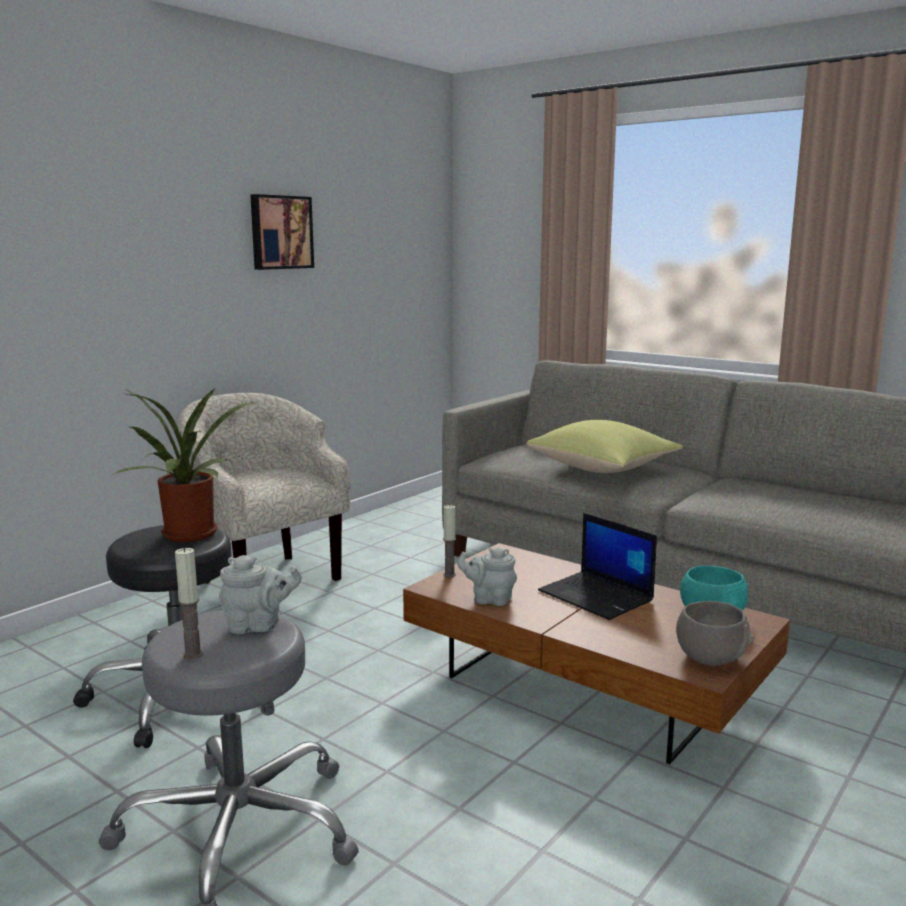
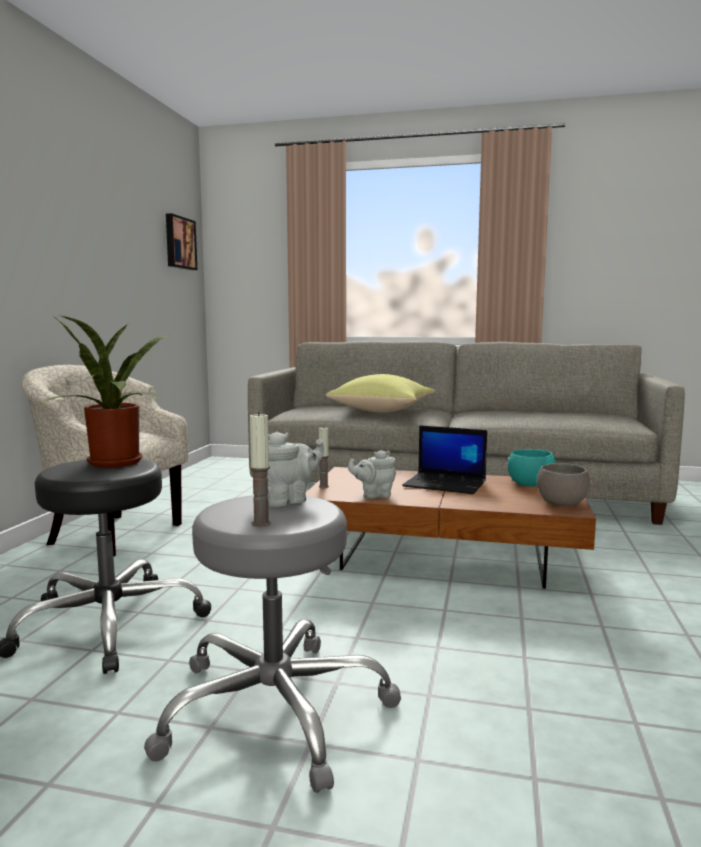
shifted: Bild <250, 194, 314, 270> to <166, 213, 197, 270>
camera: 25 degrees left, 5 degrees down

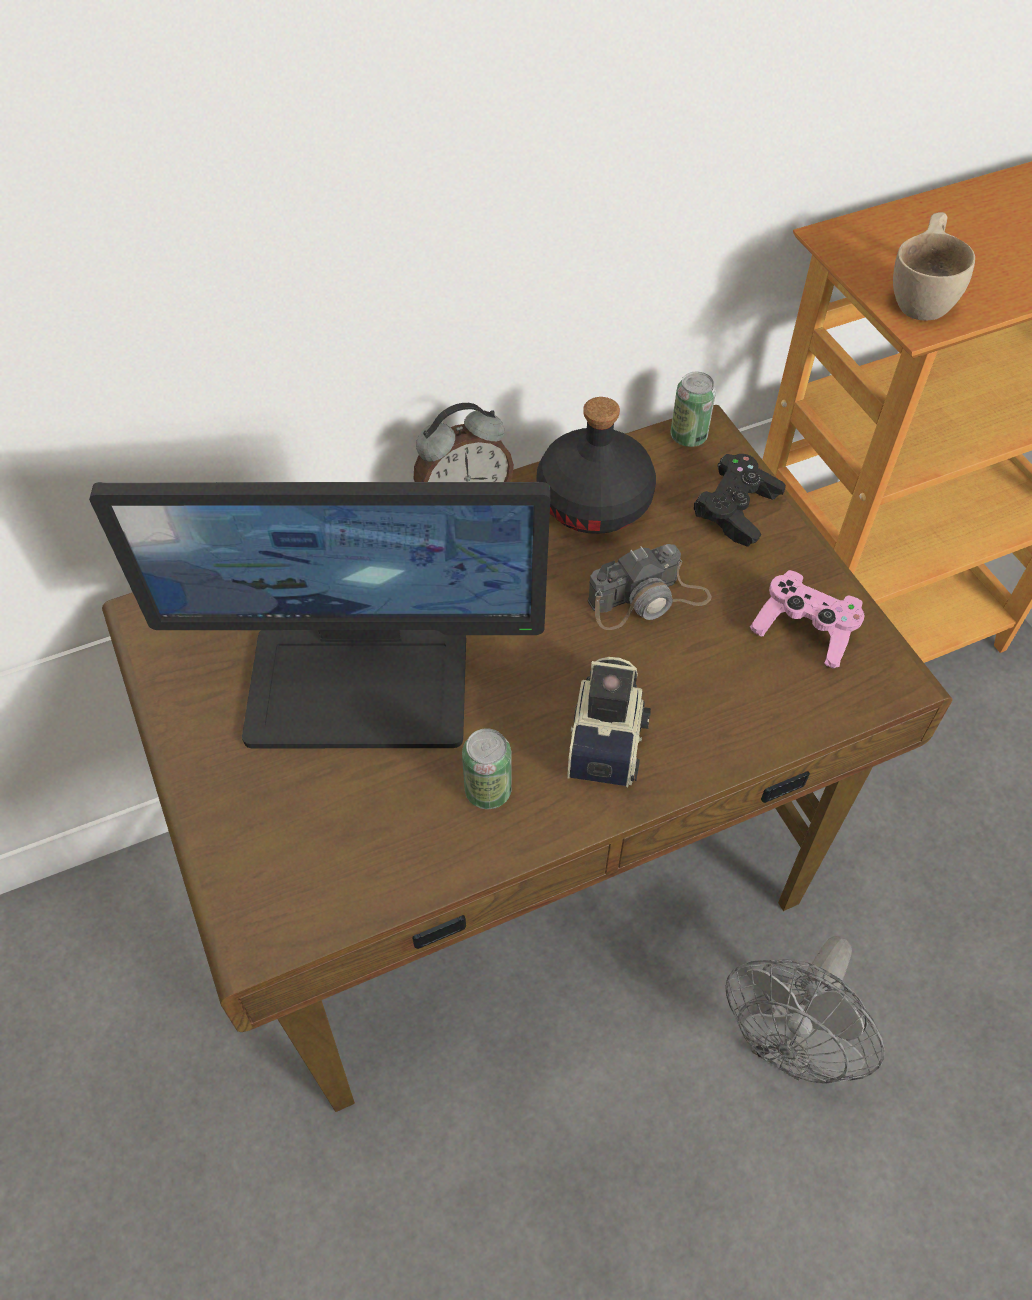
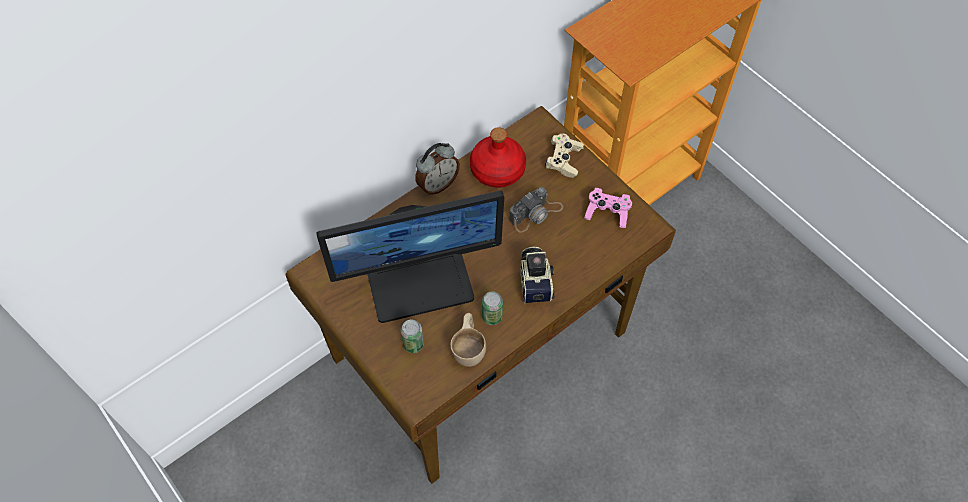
gone: Ventilator (grau) <725, 936, 885, 1084>
shifted: Dose <670, 372, 716, 447> to <401, 319, 424, 353>; Tasse (beige) <893, 212, 975, 321> to <450, 313, 486, 367>
repainted: Flasche (schwarz) <536, 397, 656, 534> to Flasche (rot) <470, 127, 526, 188>; Gamepad (schwarz) <694, 454, 786, 547> to Gamepad (beige) <545, 134, 584, 178>
camera: 15 degrees left, 5 degrees up

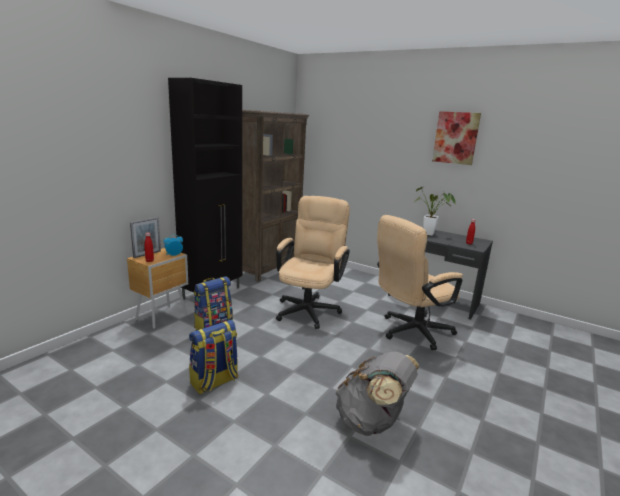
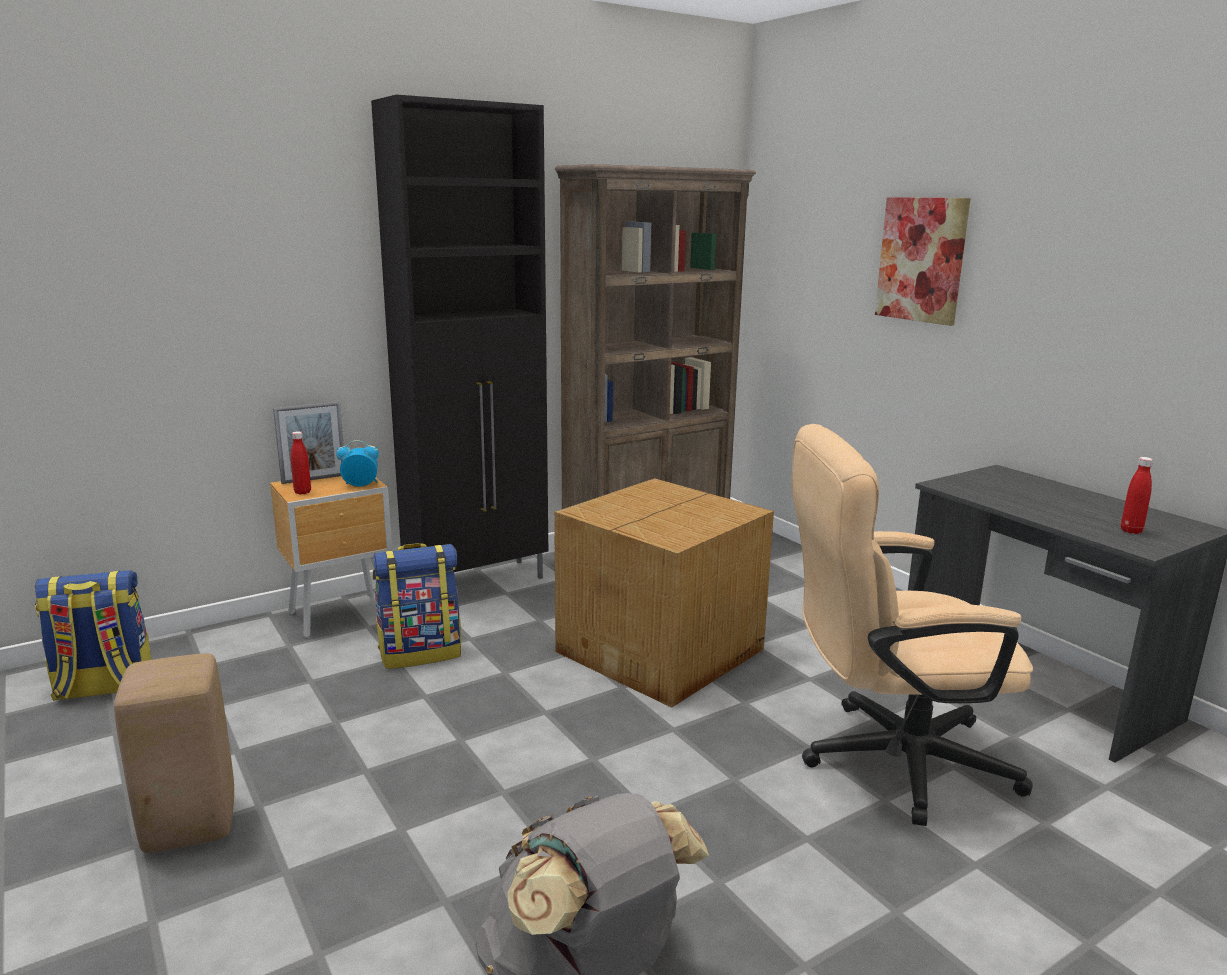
gone: Topfpflanze <415, 187, 456, 236>
new: Hocker (beige) <114, 653, 234, 853>
shifted: Rucksack <189, 320, 238, 394> to <35, 570, 151, 701>; Bild <432, 111, 481, 165> to <875, 197, 971, 326>
swapped: Bürostuhl (beige) <276, 196, 350, 329> to Karton <554, 478, 774, 708>
camera: 25 degrees right, 0 degrees up

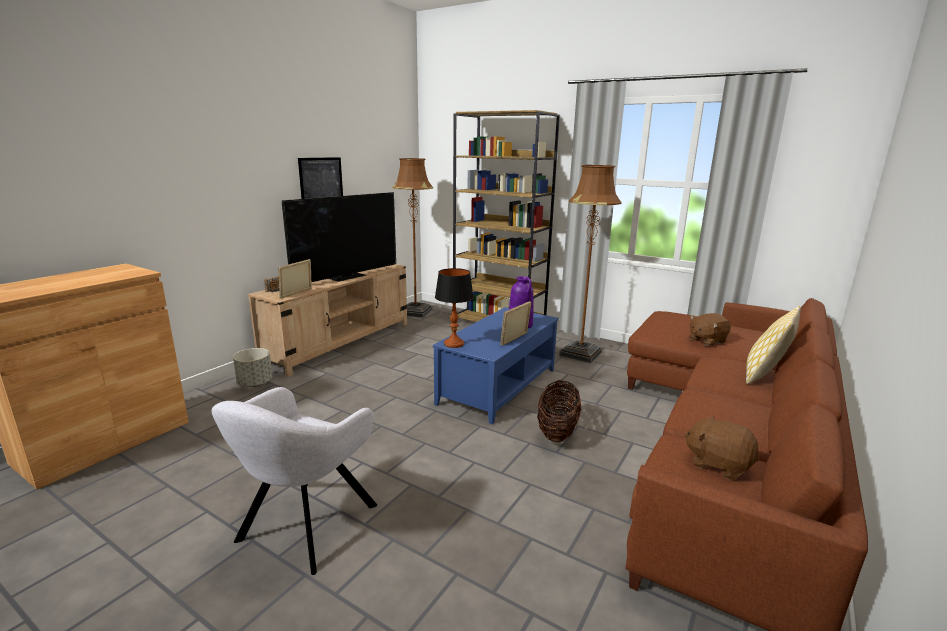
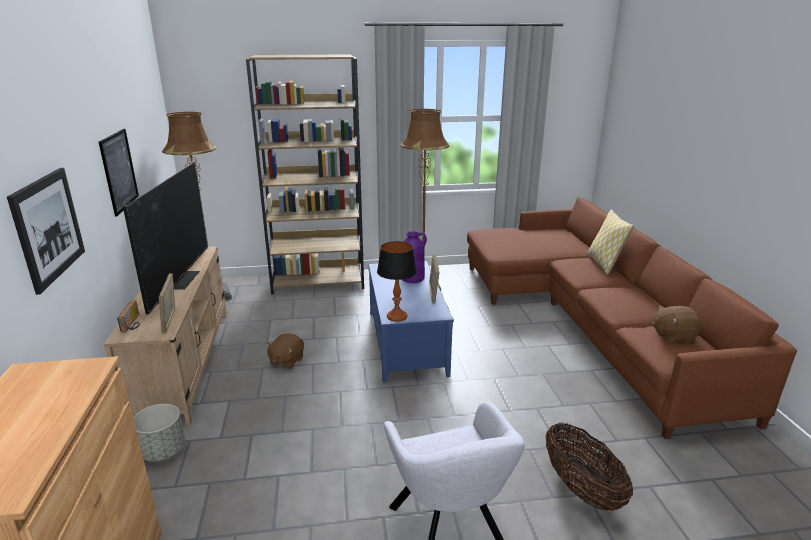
new: Bild <7, 168, 85, 295>
shifted: Korb <537, 380, 581, 442> to <546, 423, 633, 512>; Plüschtier (braun) <689, 313, 731, 346> to <265, 333, 304, 369>
camera: 40 degrees left, 5 degrees up

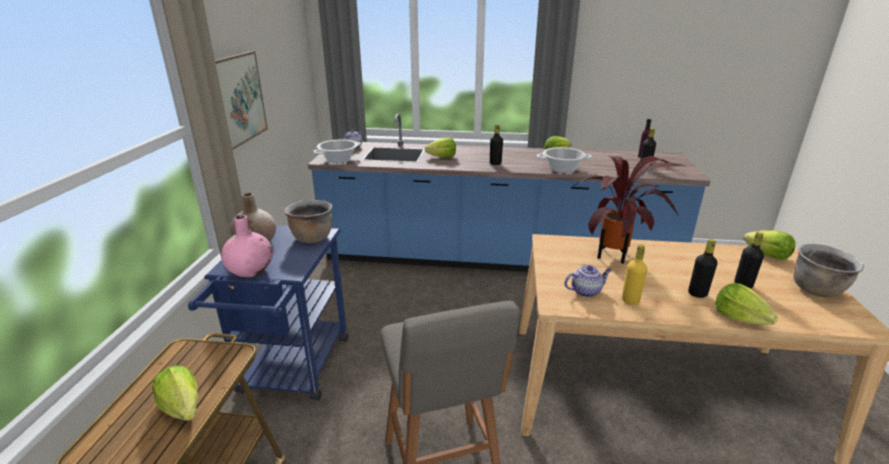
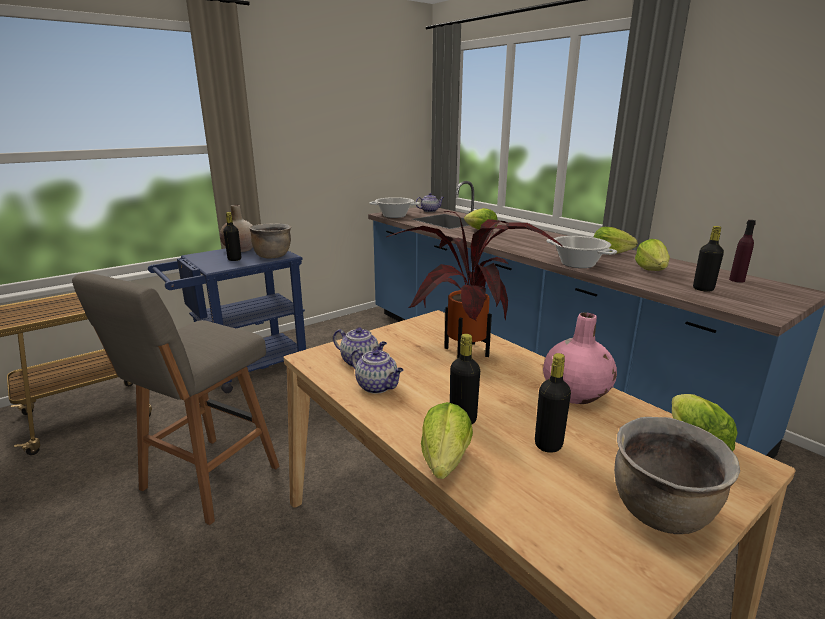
gone: Bild <215, 51, 268, 149>
shifted: Salatkopf <152, 366, 198, 421> to <635, 239, 670, 271>; Vase (rosa) <221, 215, 273, 277> to <543, 312, 617, 404>; Flasche (schwarz) <490, 125, 503, 165> to <223, 212, 241, 261>
swapped: Flasche (gelb) <622, 245, 647, 305> to Teekanne <351, 349, 403, 394>
camera: 45 degrees right, 5 degrees down

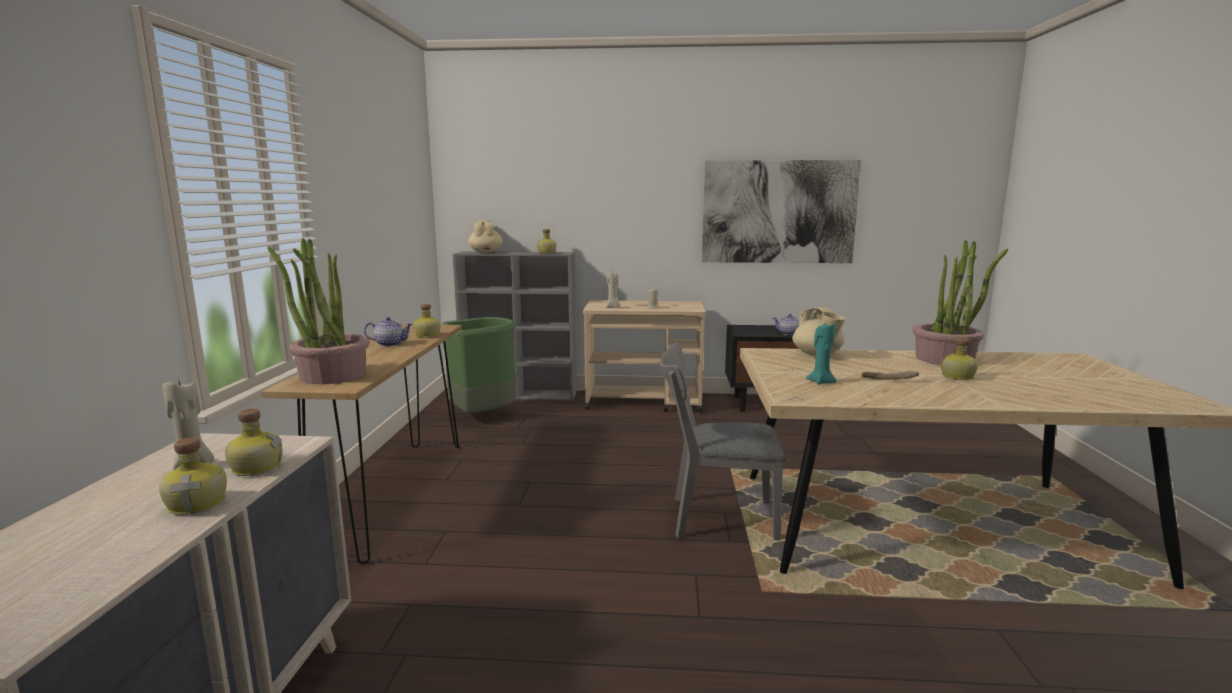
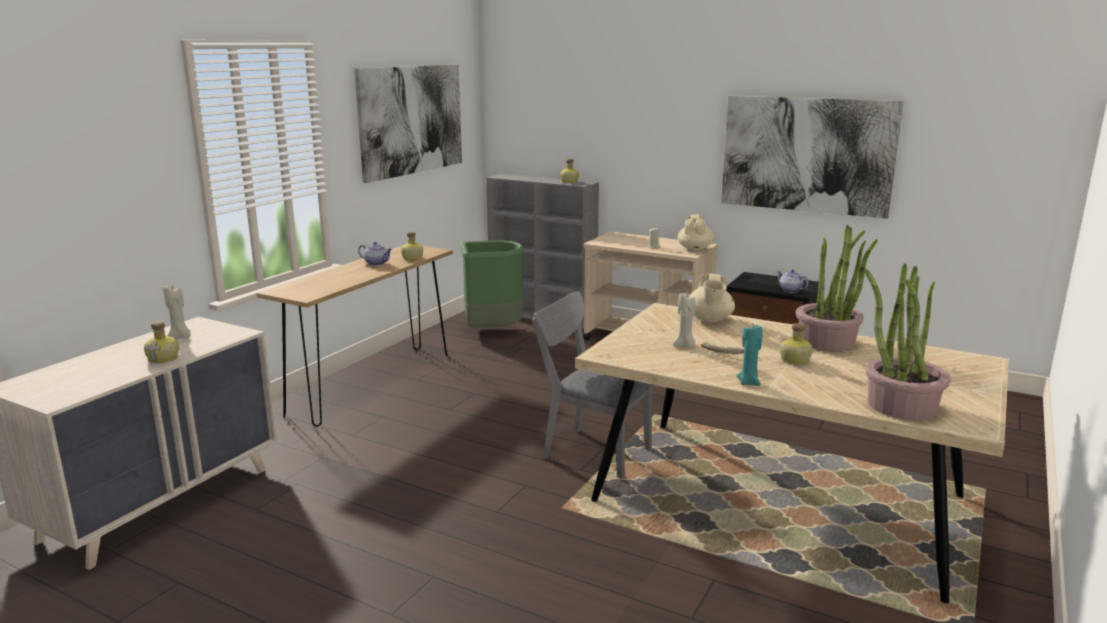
gone: Flasche <225, 409, 283, 476>
new: Bild <355, 65, 462, 183>
shifted: Topfpflanze <267, 238, 369, 384> to <864, 263, 951, 420>; Teekanne (beige) <468, 220, 503, 253> to <678, 215, 714, 250>; Kerze (beige) <606, 271, 620, 308> to <673, 293, 695, 348>; Kerze (türkis) <806, 321, 837, 385> to <736, 325, 763, 386>
camera: 25 degrees right, 5 degrees up

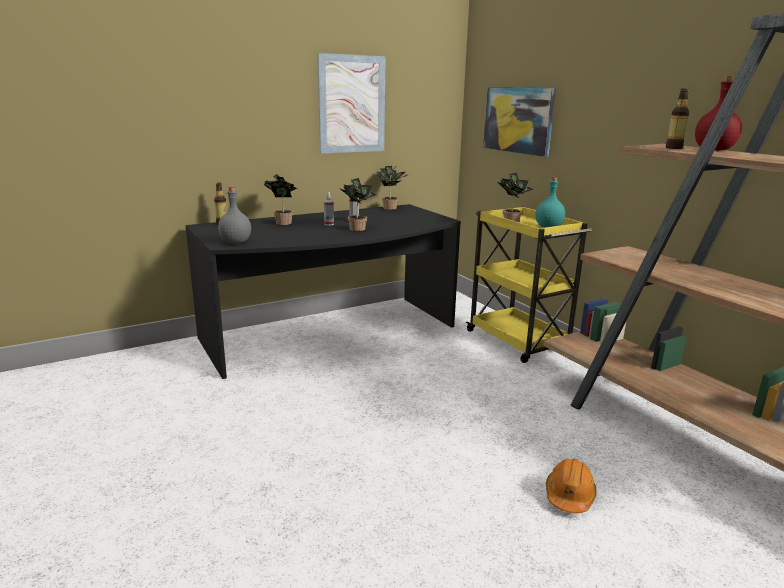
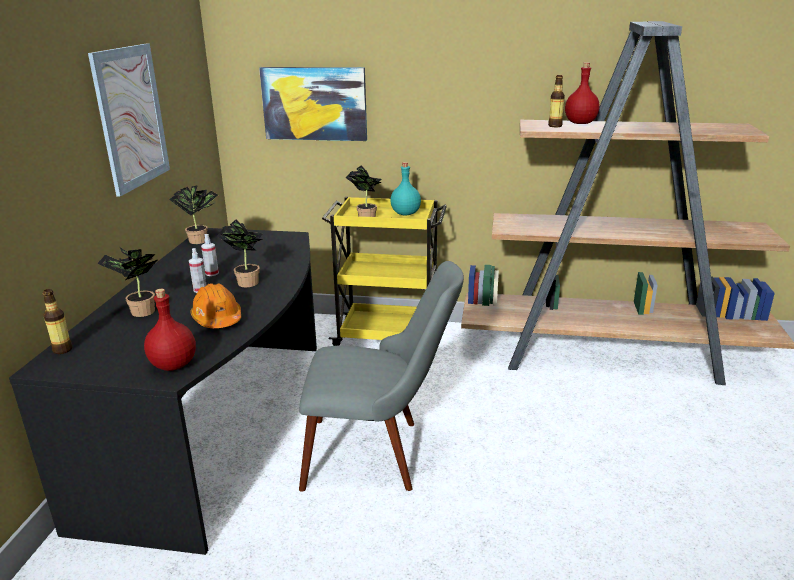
new: Stuhl (grau) <299, 261, 464, 492>
shifted: Schutzhelm (orange) <546, 459, 597, 513> to <190, 283, 241, 328>
repainted: Flasche (grau) <218, 186, 251, 244> to Flasche (rot) <144, 289, 196, 371>
camera: 50 degrees left, 5 degrees up

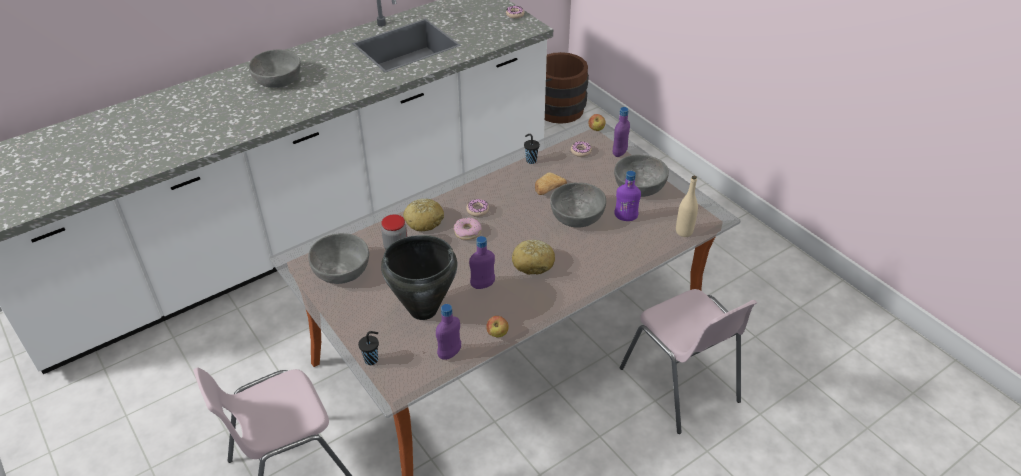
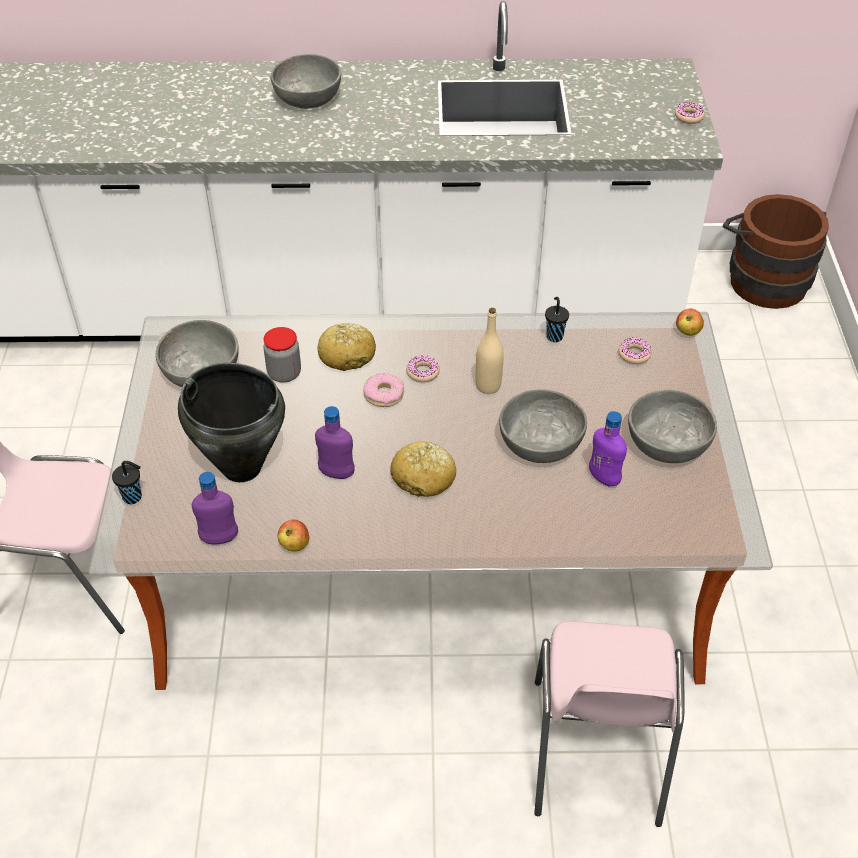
gone: Brot <535, 172, 567, 195>; Flasche (lila) <613, 107, 630, 157>
shifted: Flasche (beige) <676, 176, 698, 237> to <476, 308, 504, 394>
camera: 35 degrees right, 5 degrees up

